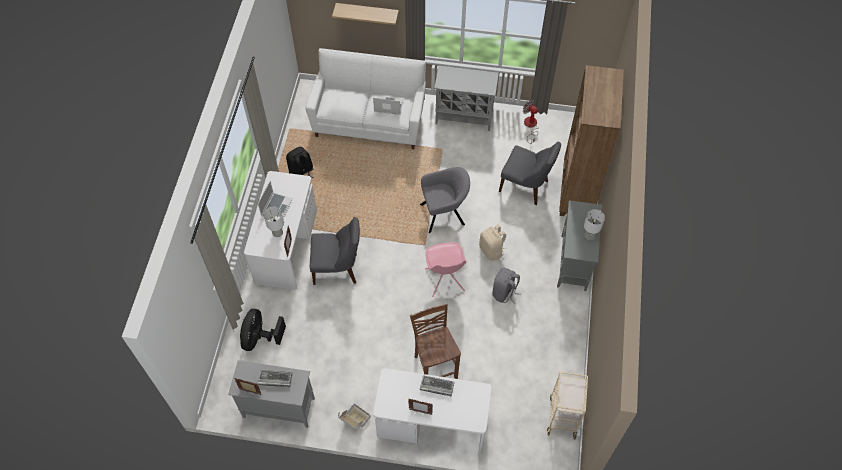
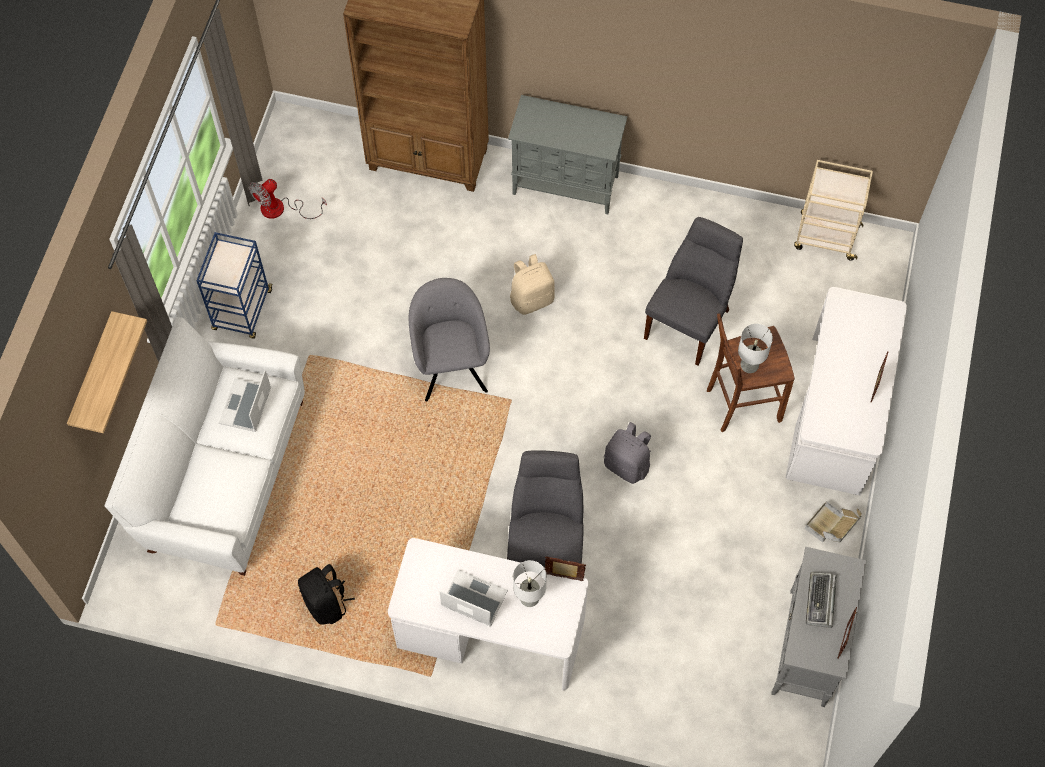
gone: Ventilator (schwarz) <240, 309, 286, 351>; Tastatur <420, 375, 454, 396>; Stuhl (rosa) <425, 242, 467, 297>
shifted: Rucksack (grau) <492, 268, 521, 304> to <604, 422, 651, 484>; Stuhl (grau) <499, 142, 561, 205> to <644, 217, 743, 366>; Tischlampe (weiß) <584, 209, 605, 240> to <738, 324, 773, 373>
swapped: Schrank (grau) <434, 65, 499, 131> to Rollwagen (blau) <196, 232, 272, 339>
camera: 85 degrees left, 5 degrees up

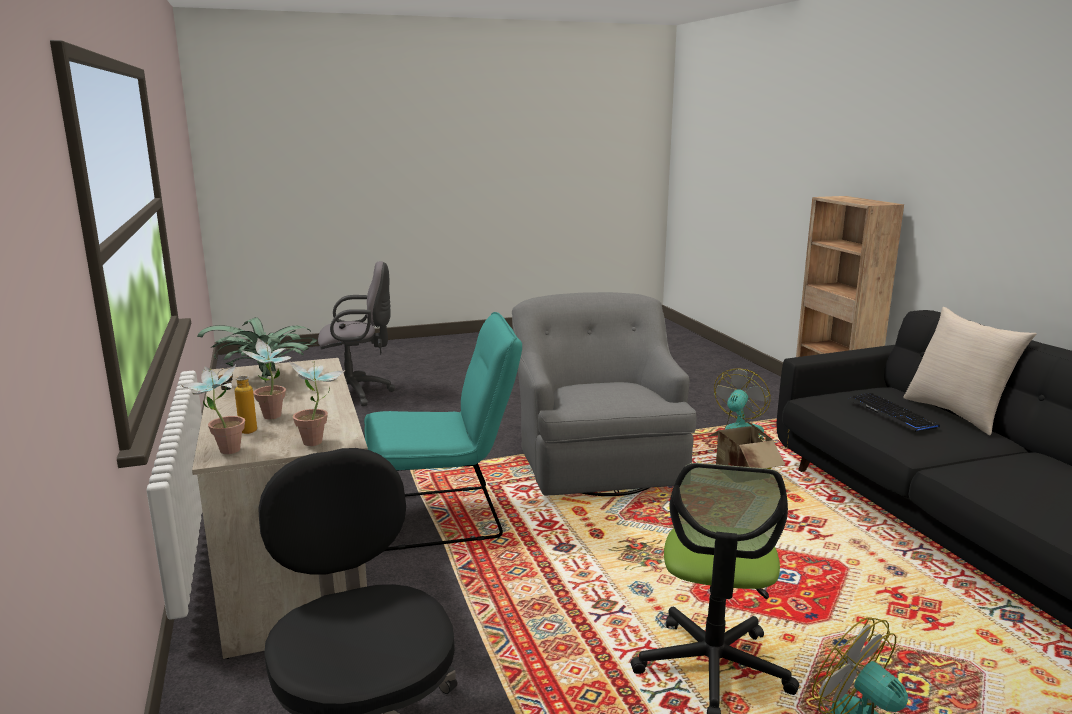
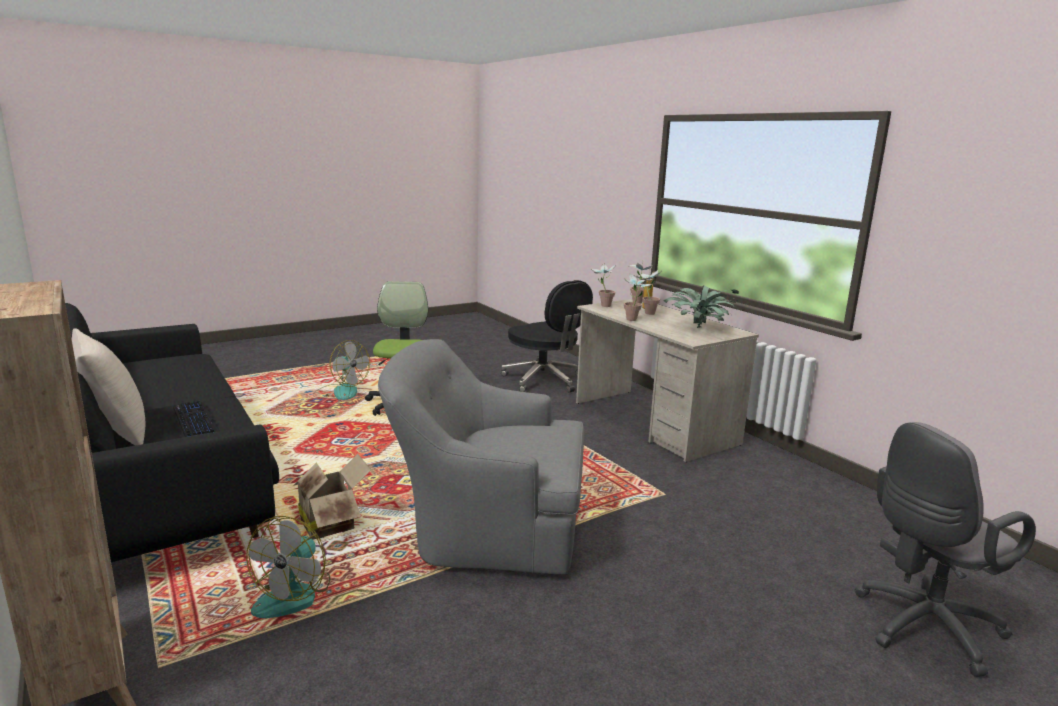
gone: Stuhl (türkis) <364, 312, 522, 551>
new: Topfpflanze <624, 273, 652, 321>
rotated: Sessel (grau) <512, 292, 696, 496> = <378, 339, 584, 575> 120 degrees clockwise
camera: 165 degrees right, 0 degrees up

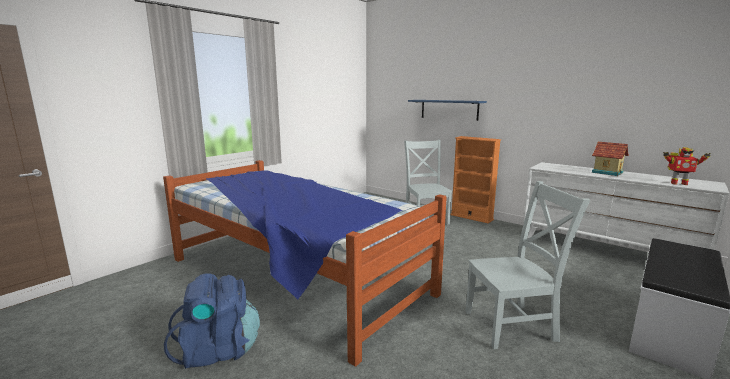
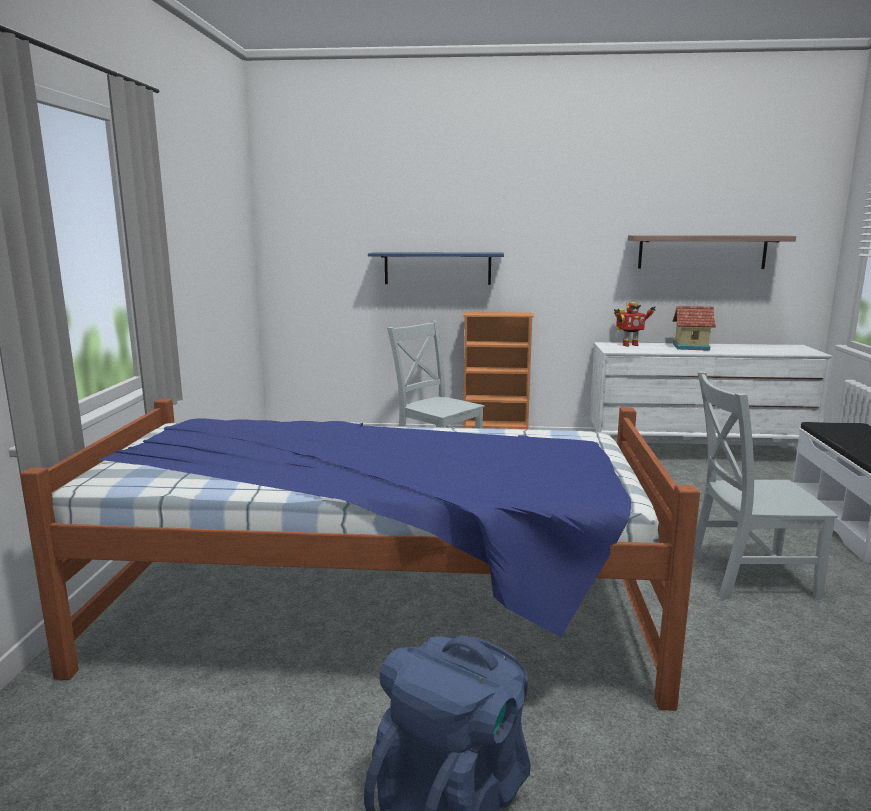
new: Wandregal <628, 235, 796, 269>
shifted: Spielzeugroboter <663, 147, 711, 185> to <614, 302, 656, 347>
rotated: Stuhl (grau) <465, 181, 590, 349> = <693, 371, 838, 600> 135 degrees counterclockwise
camera: 35 degrees left, 0 degrees up

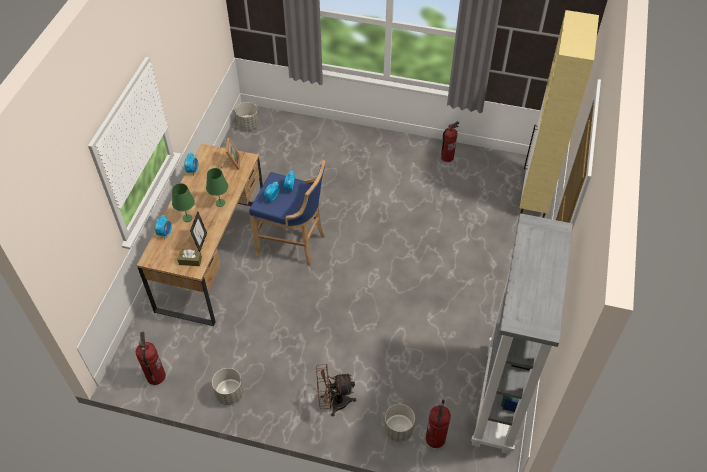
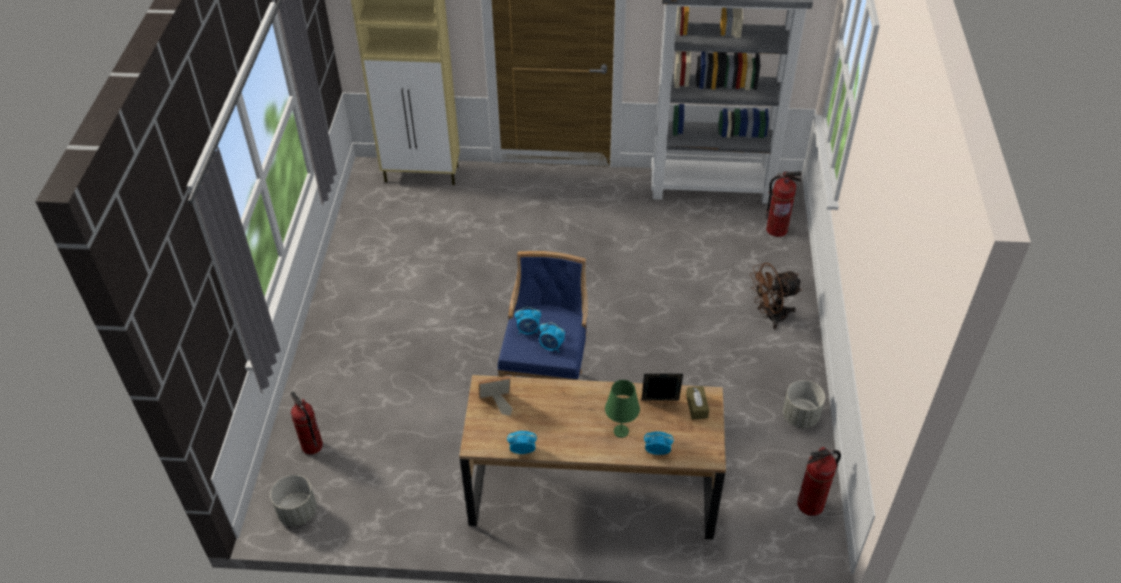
gone: Tischlampe (grün) <206, 168, 228, 207>; Pflanzkübel (grau) <384, 404, 415, 442>
shifted: Feuerlöscher <441, 121, 459, 162> to <290, 391, 323, 455>
rotated: Ventilator (braun) <316, 364, 356, 416> = <750, 263, 802, 329> 90 degrees clockwise
camera: 100 degrees left, 5 degrees down

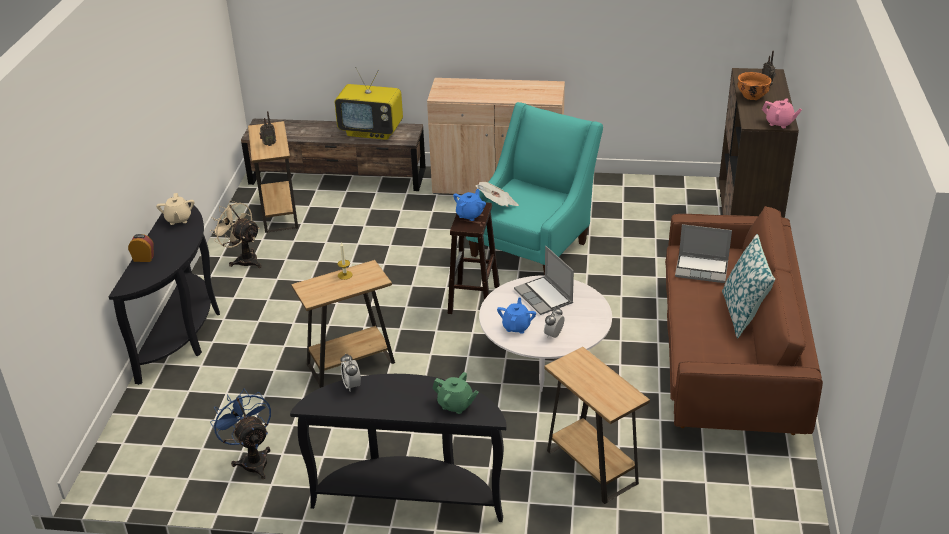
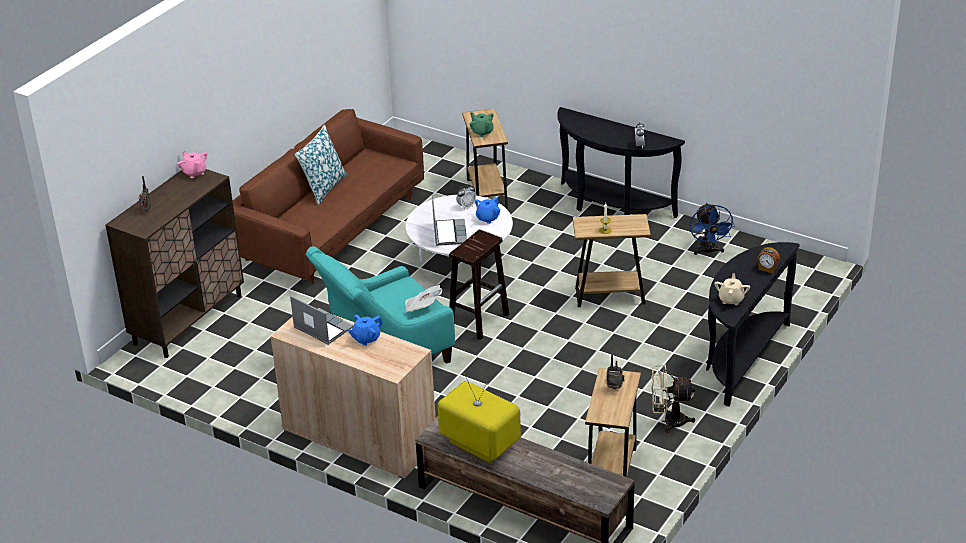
gone: Schüssel (orange) <737, 72, 771, 100>
shifted: Teekanne (grün) <433, 372, 479, 414> to <470, 112, 494, 137>; Teekanne (blau) <453, 189, 486, 221> to <348, 315, 383, 346>; Laptop <675, 224, 732, 283> to <290, 296, 353, 345>
rotated: Ventilator (beige) <210, 200, 261, 268> = <651, 364, 695, 433> 120 degrees clockwise
camera: 155 degrees left, 0 degrees up

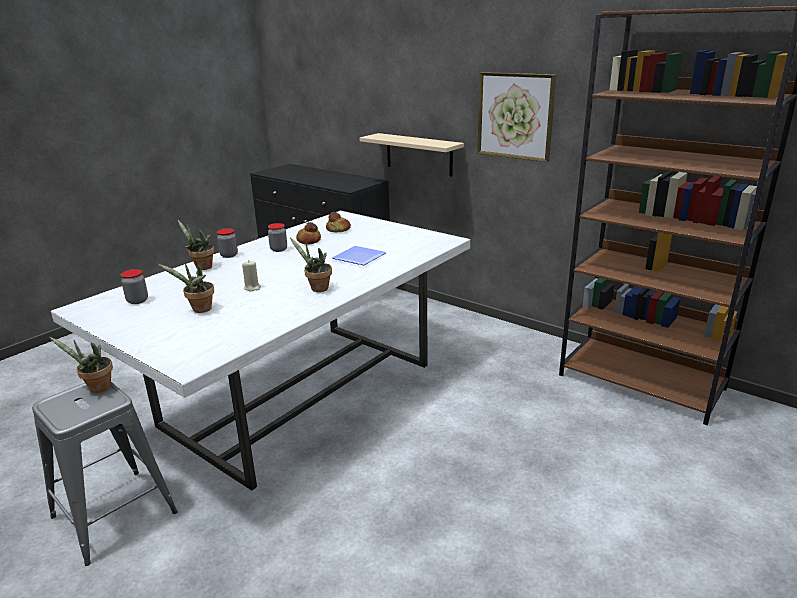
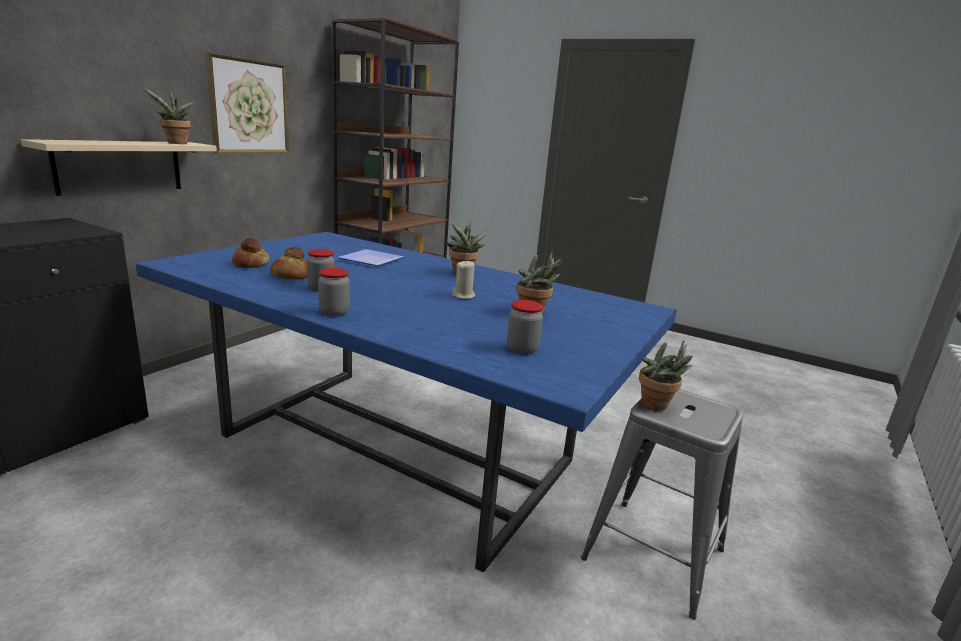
shifted: Topfpflanze <178, 220, 214, 270> to <141, 87, 195, 144>
repainted: Esstisch (weiß) <51, 211, 470, 491> to Esstisch (blau) <136, 232, 677, 572>
camera: 100 degrees left, 5 degrees down

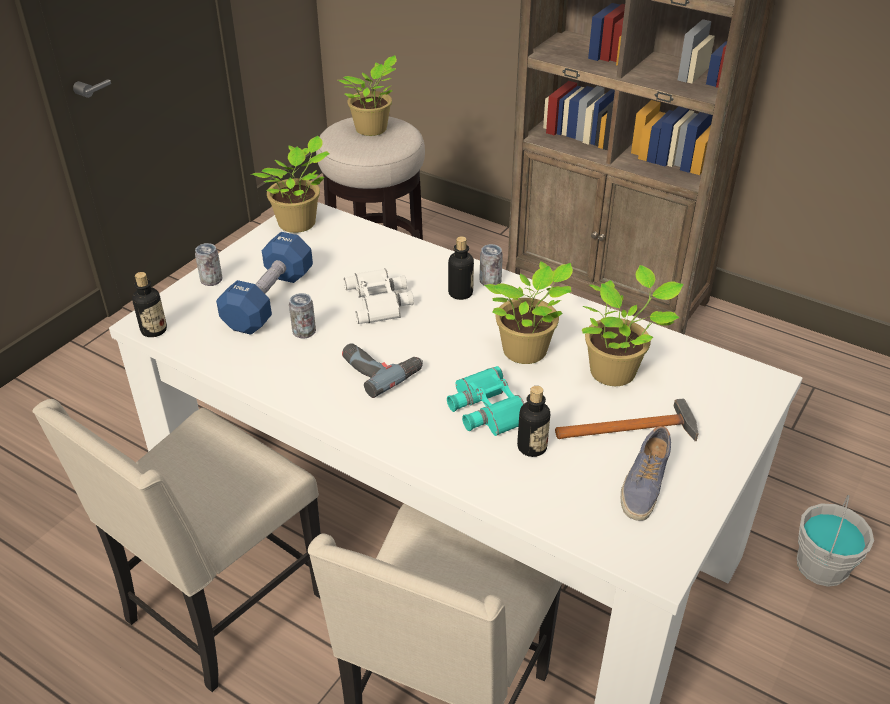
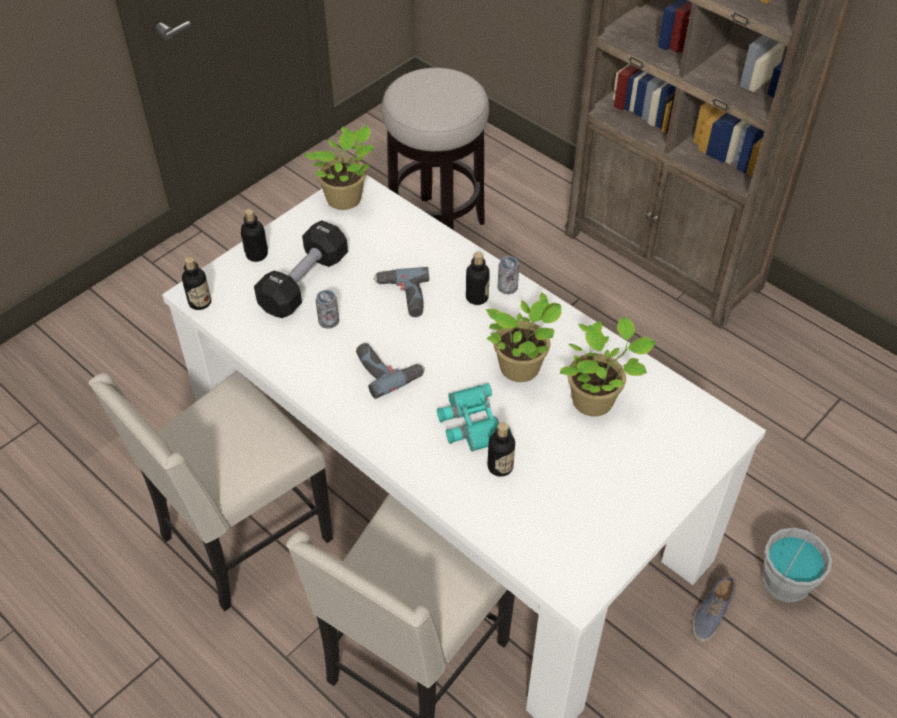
gone: Topfpflanze <338, 55, 397, 136>; Hammer <555, 398, 699, 441>
shifted: Schuh <621, 426, 671, 521> to <692, 576, 736, 643>
swapped: Dose <195, 243, 223, 286> to Flasche <241, 209, 268, 262>; Fernglas (weiß) <344, 268, 414, 324> to Bohrmaschine <374, 267, 429, 317>
repainted: Hantel (blau) <216, 232, 313, 335> to Hantel (schwarz) <254, 220, 348, 318>
camera: 10 degrees right, 10 degrees up

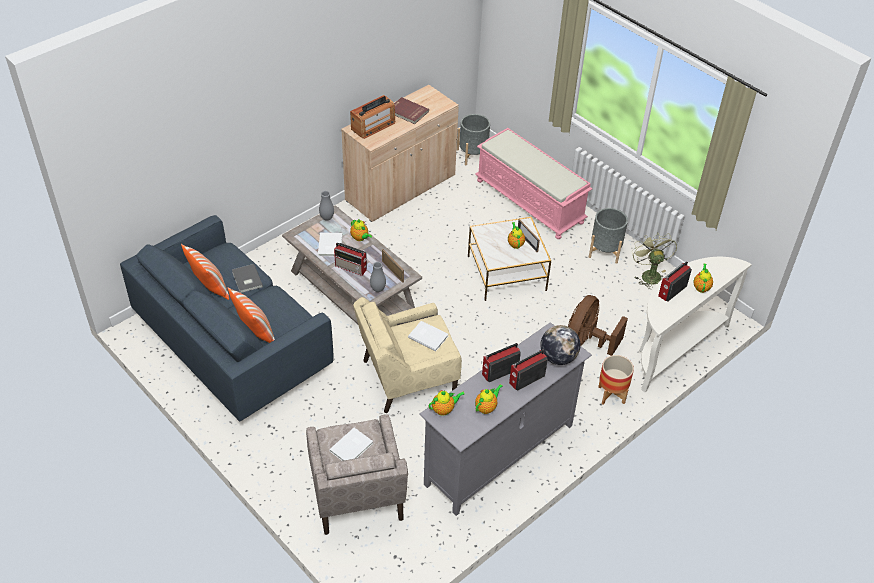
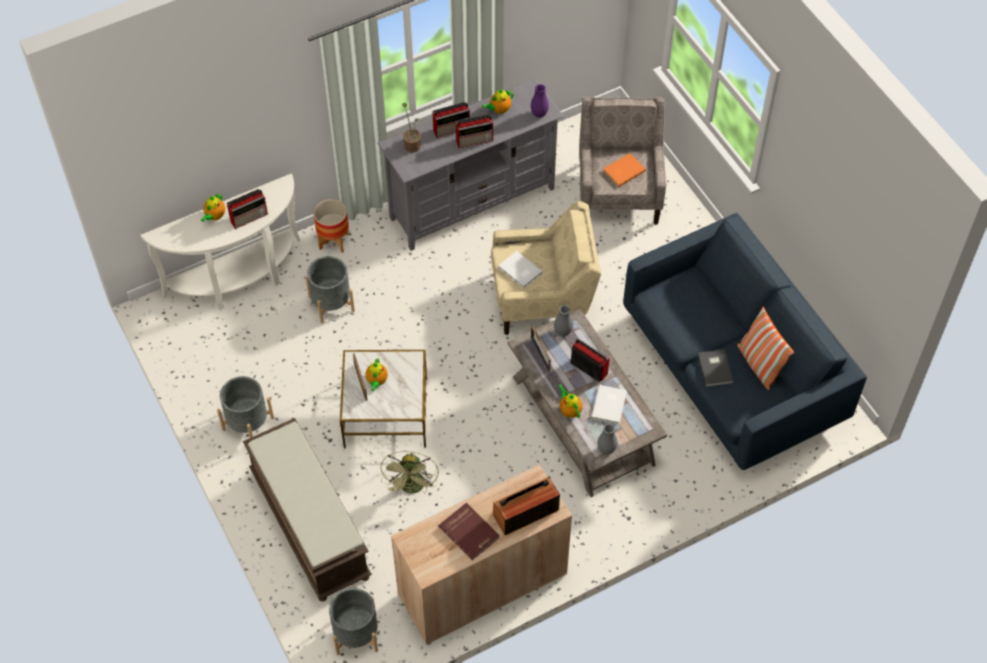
gone: Kissen <228, 287, 275, 343>
shifted: Ventilator (grün) <632, 232, 677, 289> to <380, 451, 439, 496>
swapped: Teekanne <429, 390, 464, 416> to Vase (lila) <531, 84, 549, 118>; Globus <541, 325, 581, 365> to Topfpflanze <402, 103, 421, 153>; Ventilator (braun) <568, 295, 628, 356> to Pflanzkübel (grau) <305, 256, 355, 323>
repainted: Buch (weiß) <329, 428, 373, 461> to Buch (orange) <603, 153, 646, 187>; Bank (rosa) <475, 128, 592, 239> to Bank (braun) <243, 418, 372, 602>
camera: 165 degrees left, 10 degrees up

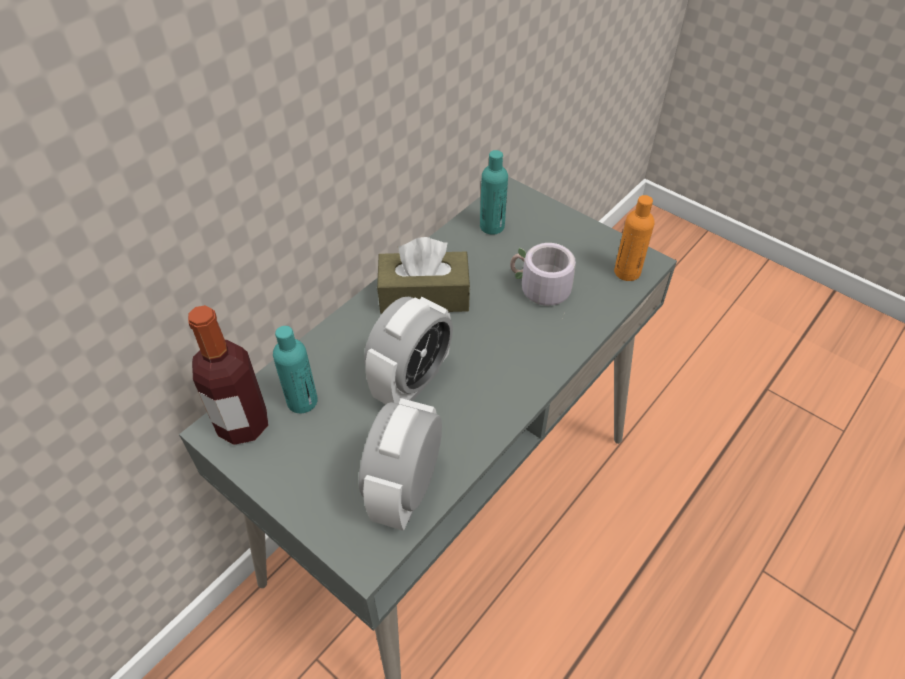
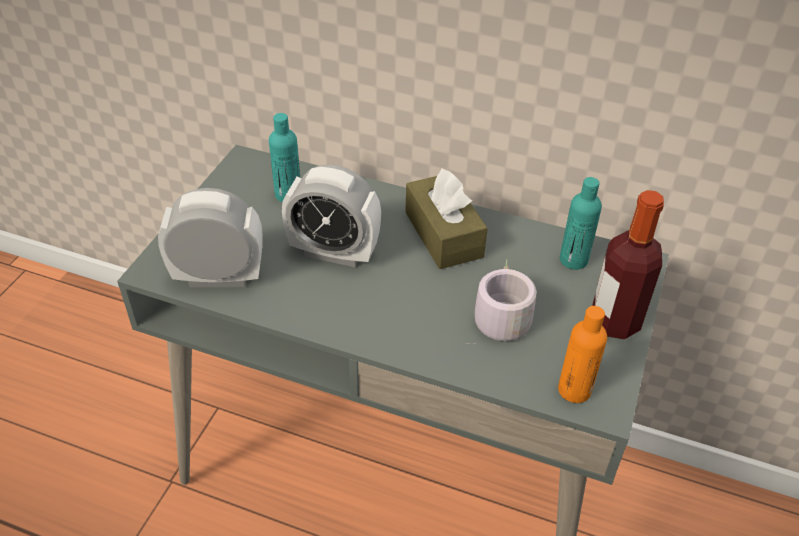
shifted: Flasche <188, 305, 268, 445> to <592, 190, 664, 339>
camera: 70 degrees right, 5 degrees down

